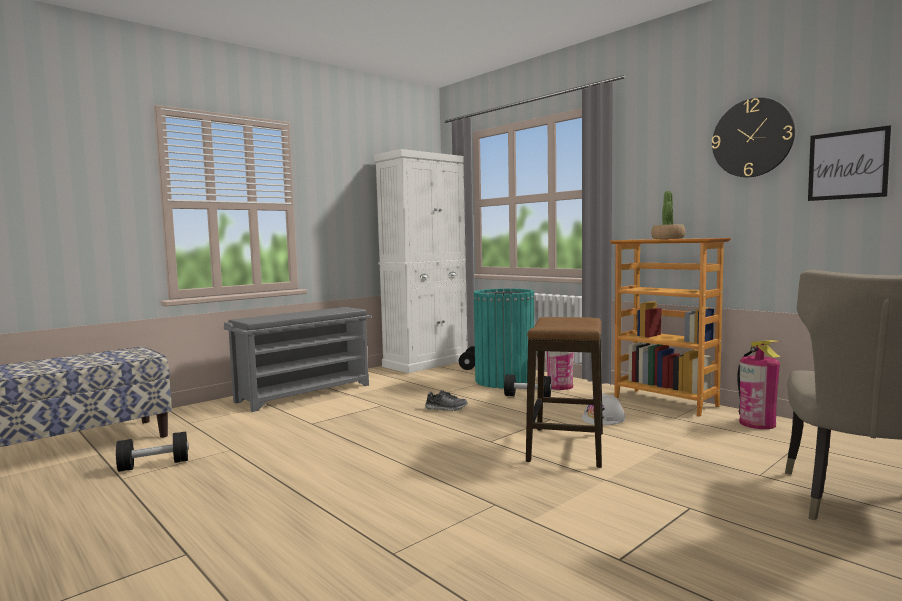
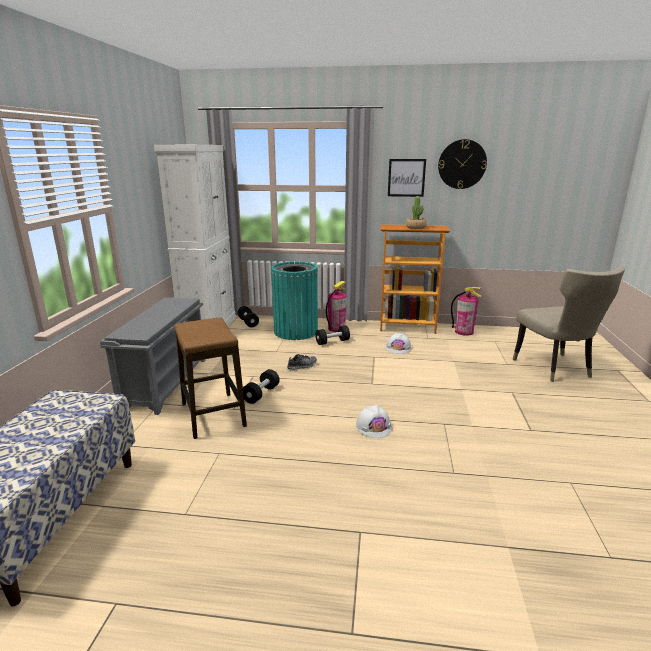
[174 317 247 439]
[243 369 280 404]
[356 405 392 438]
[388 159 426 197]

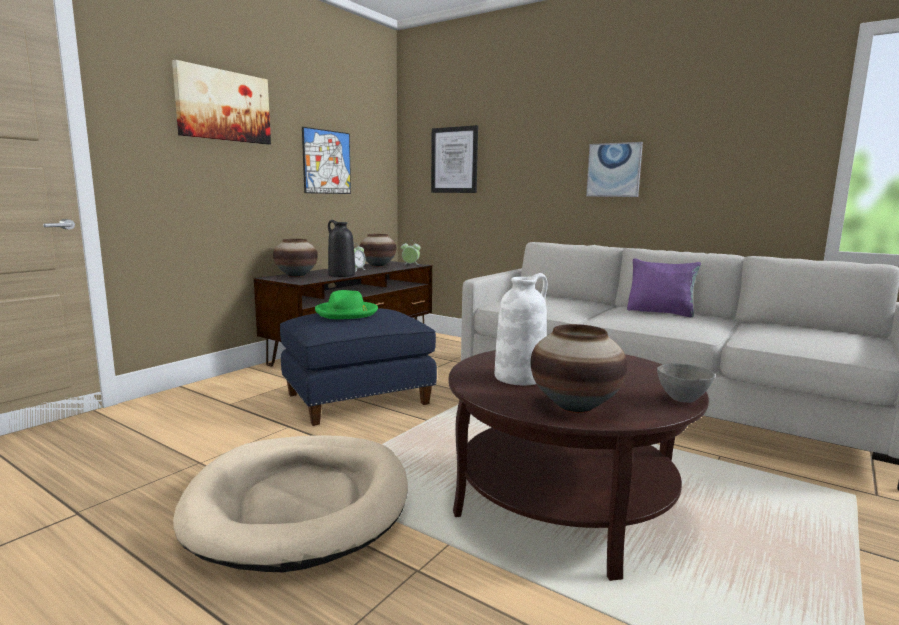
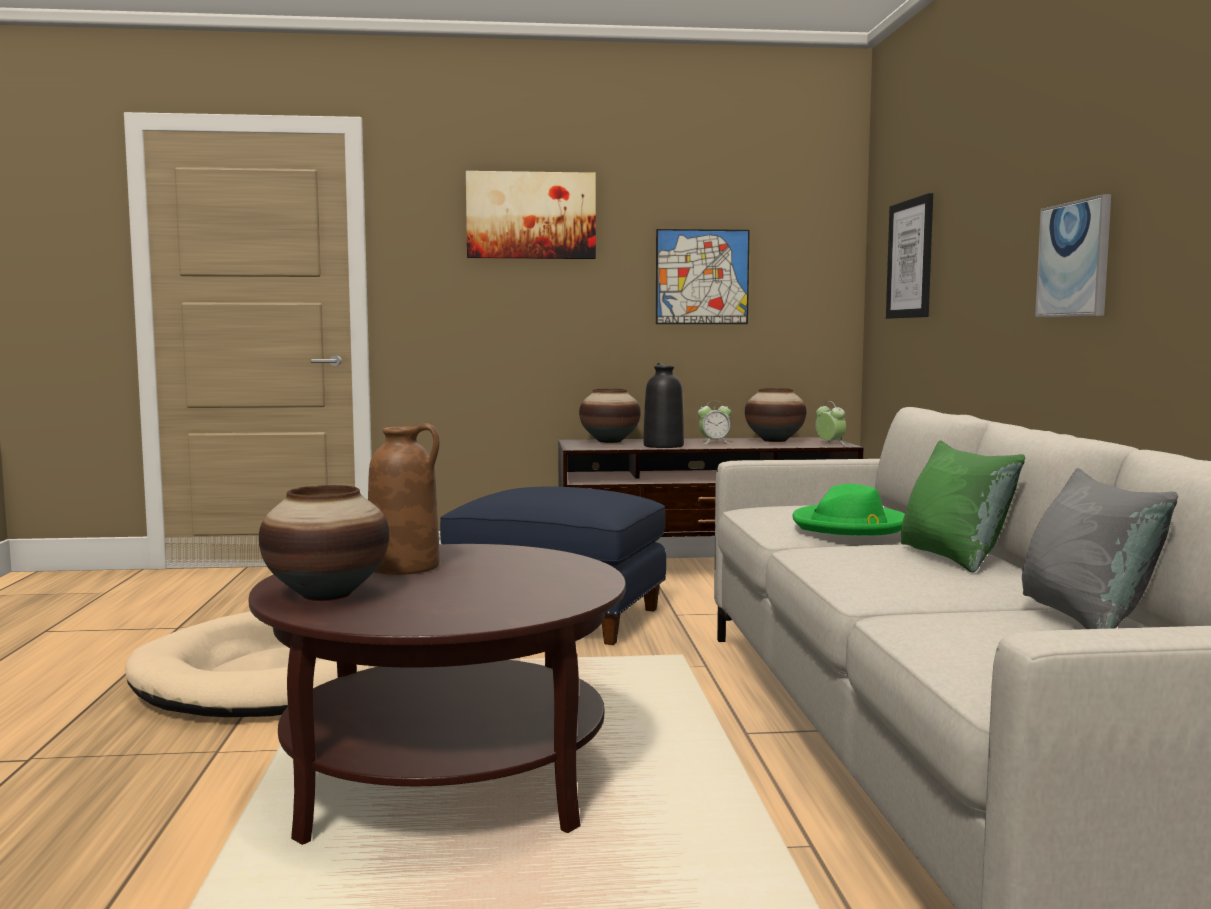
[368 423 440 575]
[792 484 905 536]
[901 441 1025 573]
[1022 468 1178 629]
[657 364 715 403] (first image)

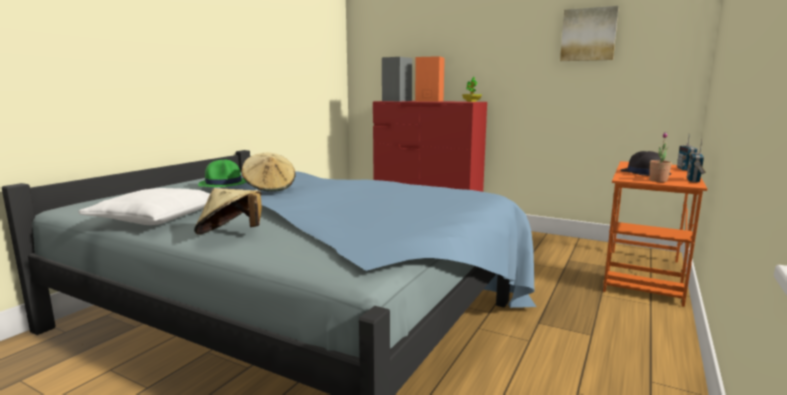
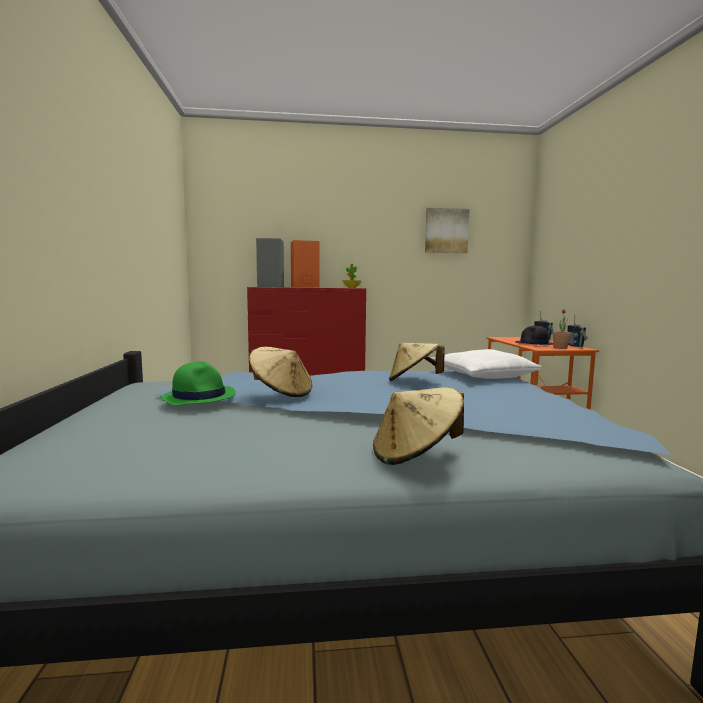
[389 343 445 381]
[431 349 542 379]

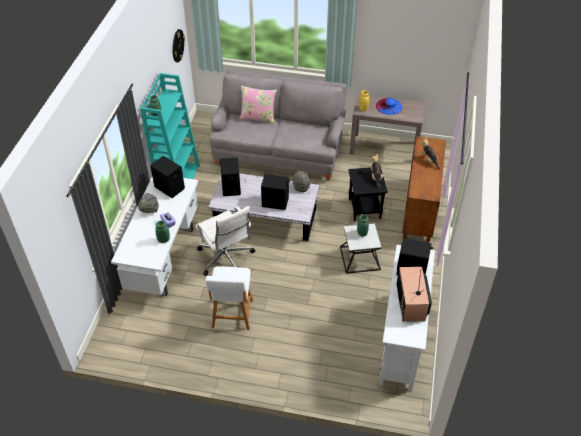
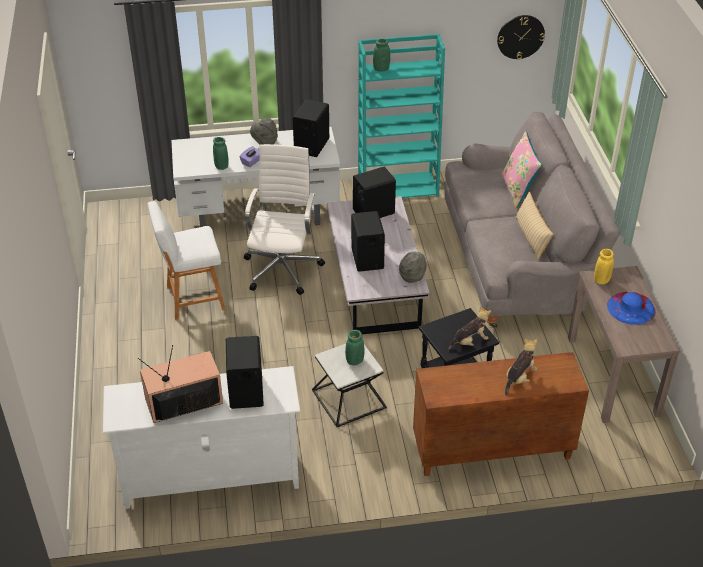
[244 144 325 295]
[515 192 553 260]

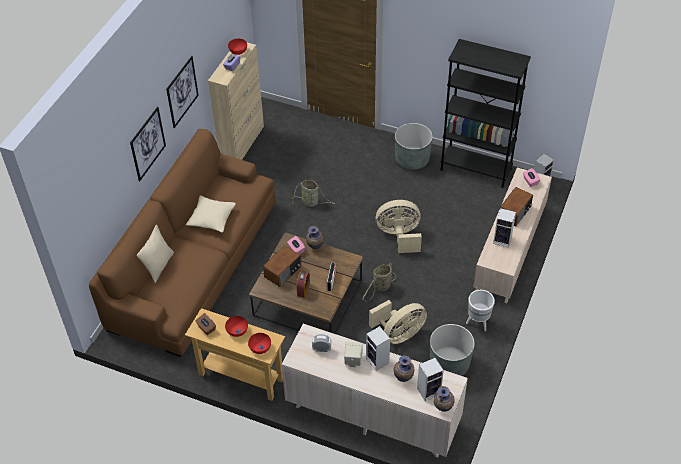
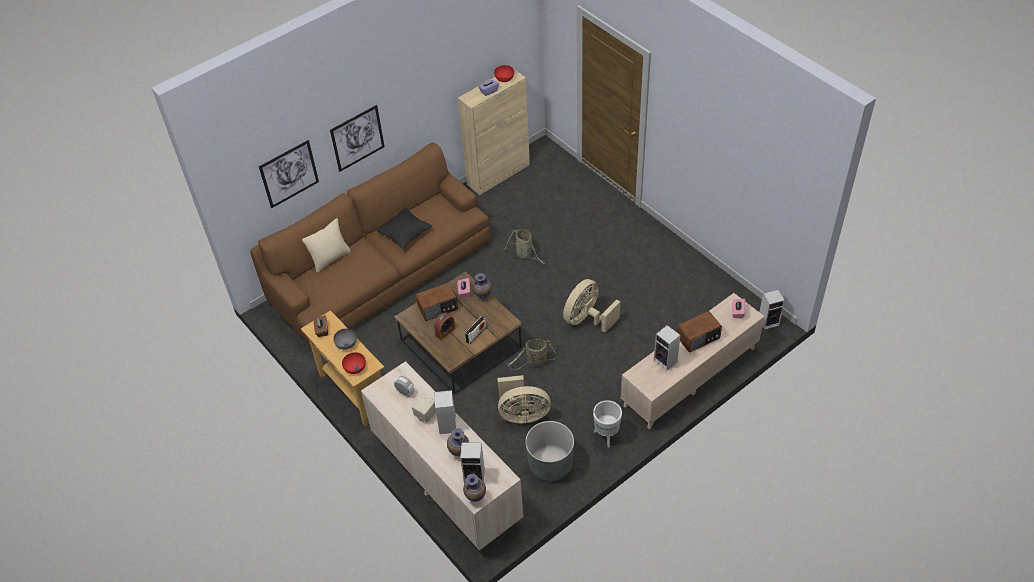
[259 140 319 208]
[333 329 357 350]
[375 207 432 249]
[563 279 620 333]
[395 123 433 170] (first image)
[440 39 531 188] (first image)

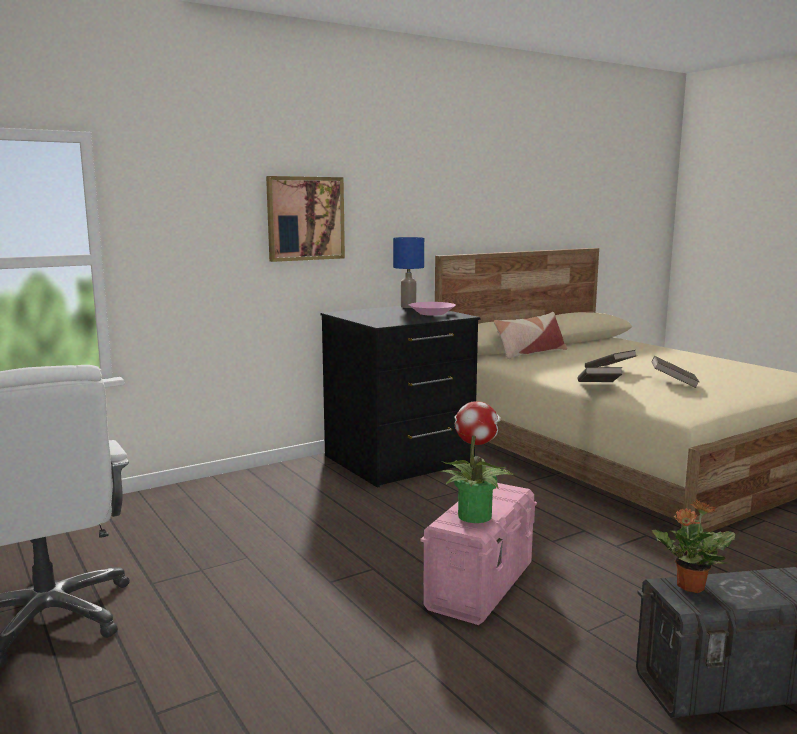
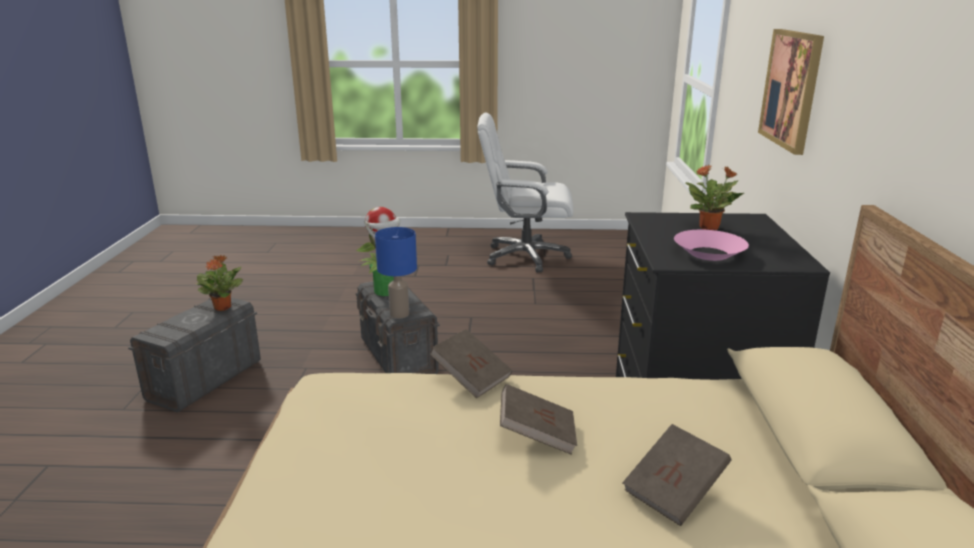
[356 281 440 374]
[375 227 417 319]
[622 424 732 526]
[686 165 744 230]
[494 312 567 359] (first image)

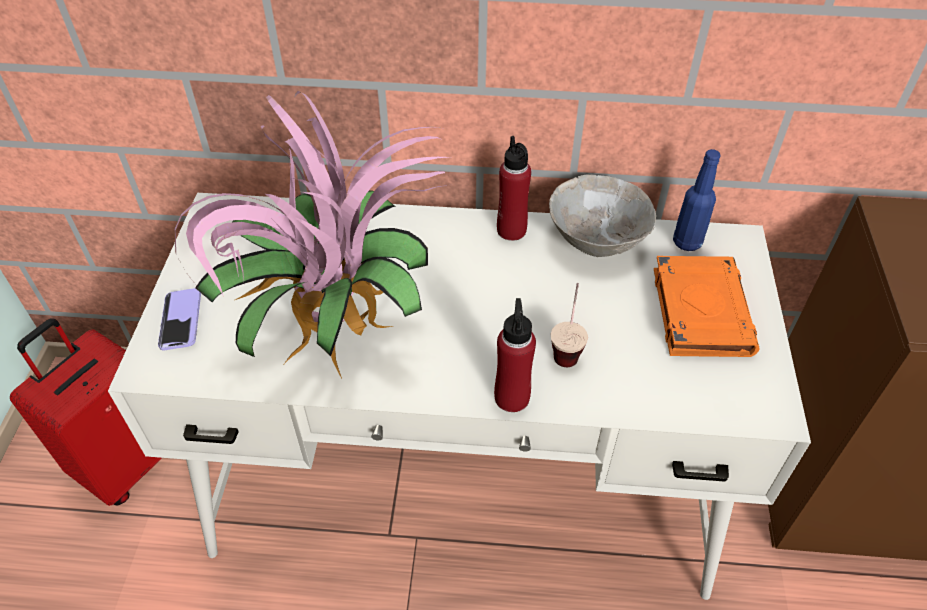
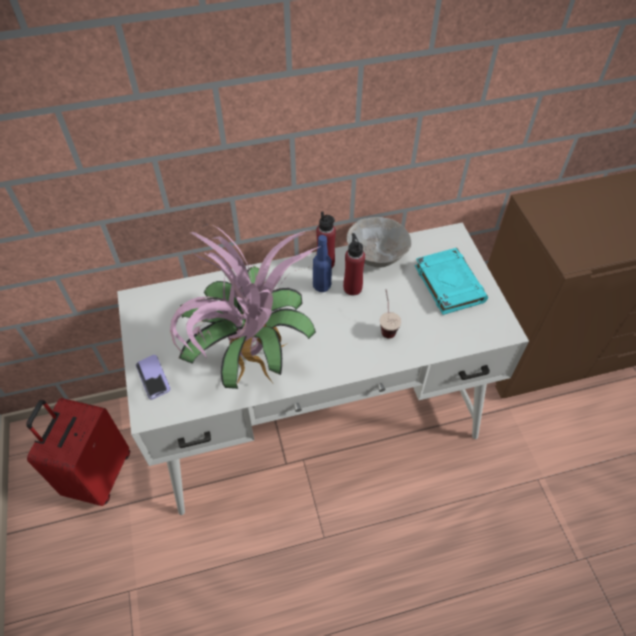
[313 235 332 292]
[343 233 365 295]
[415 248 488 315]

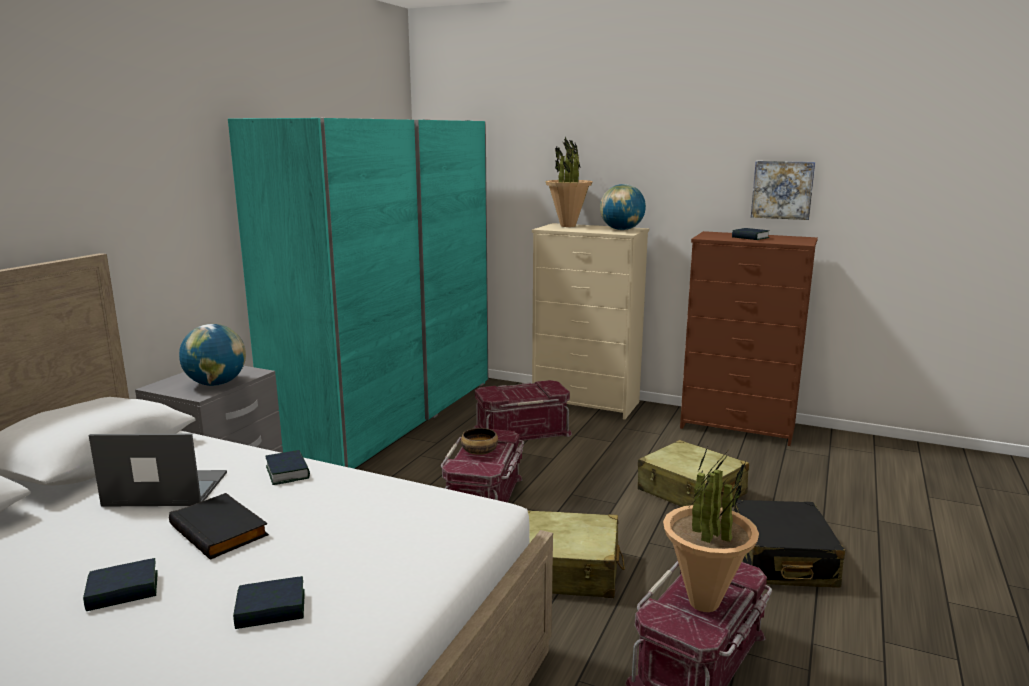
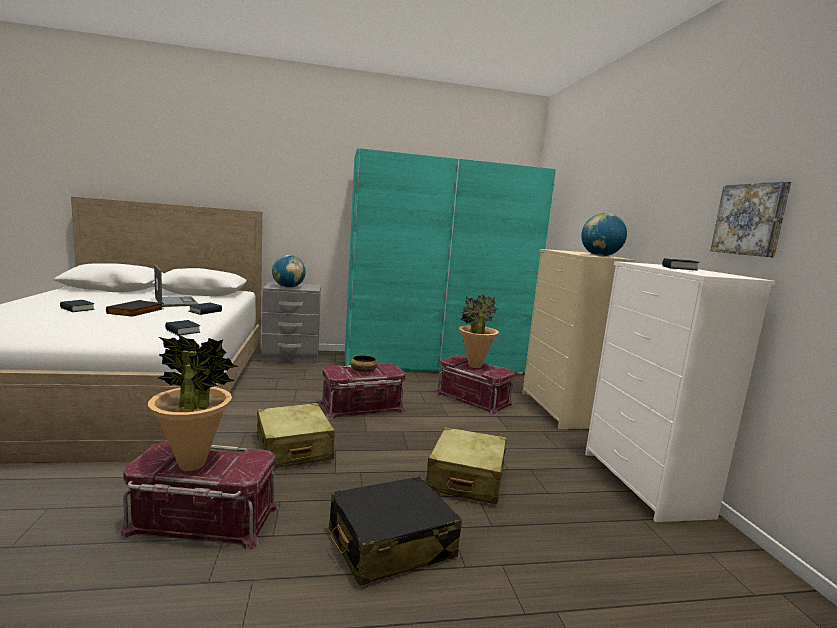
[165 320 200 335]
[459 294 499 368]
[585 261 776 522]

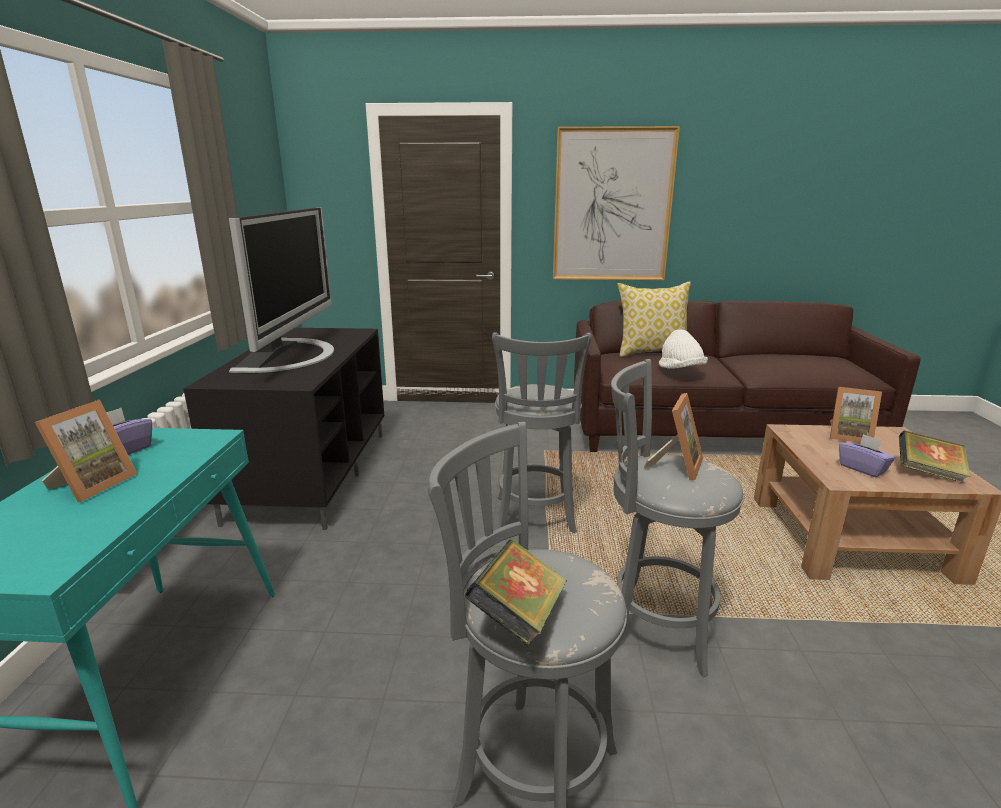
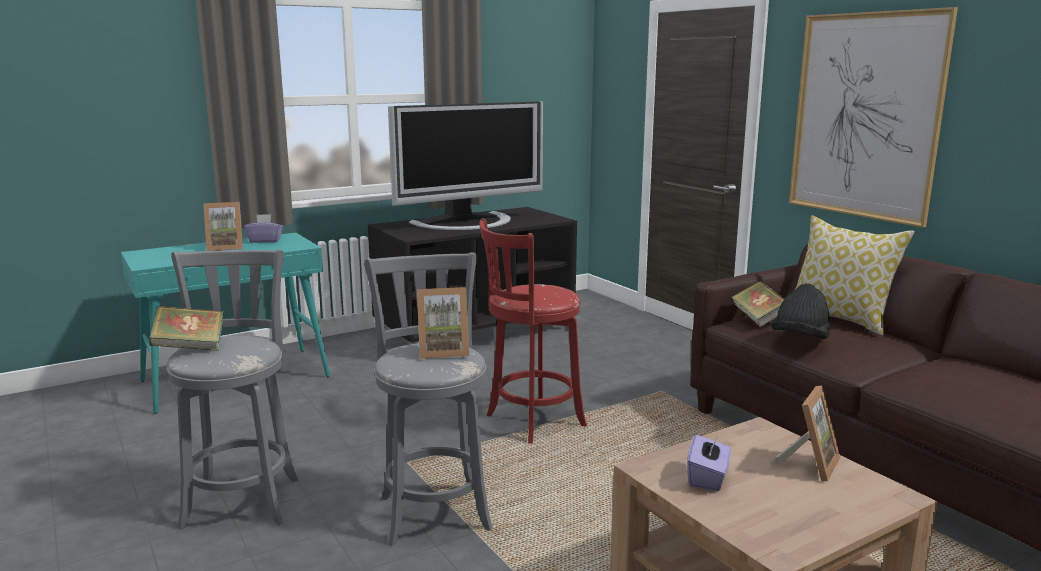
[479 218 587 444]
[731 281 784 327]
[771 284 830 339]
[772 386 840 481]

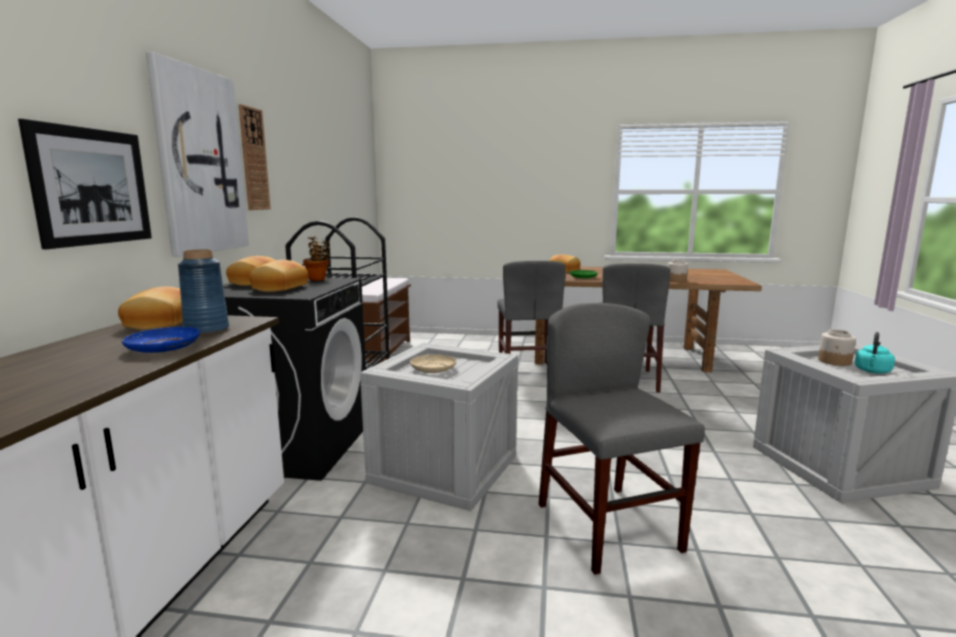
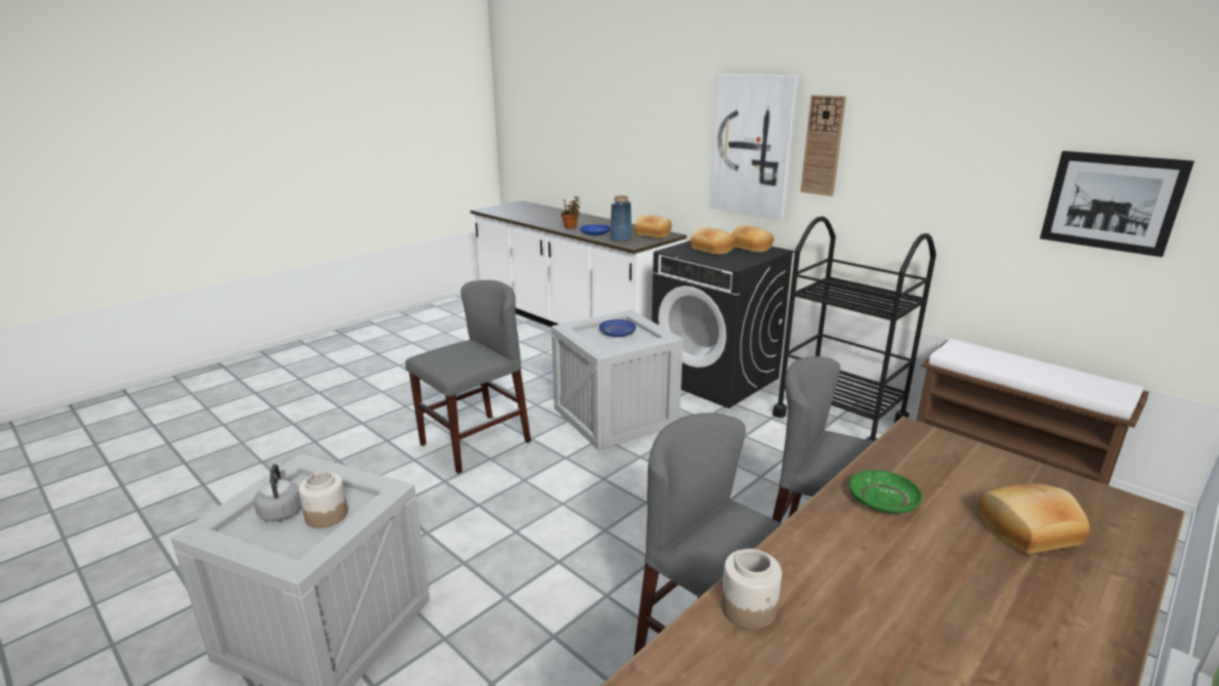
[254 464 301 521]
[405 280 531 474]
[561 196 580 229]
[599 319 636 337]
[1040 151 1194 257]

